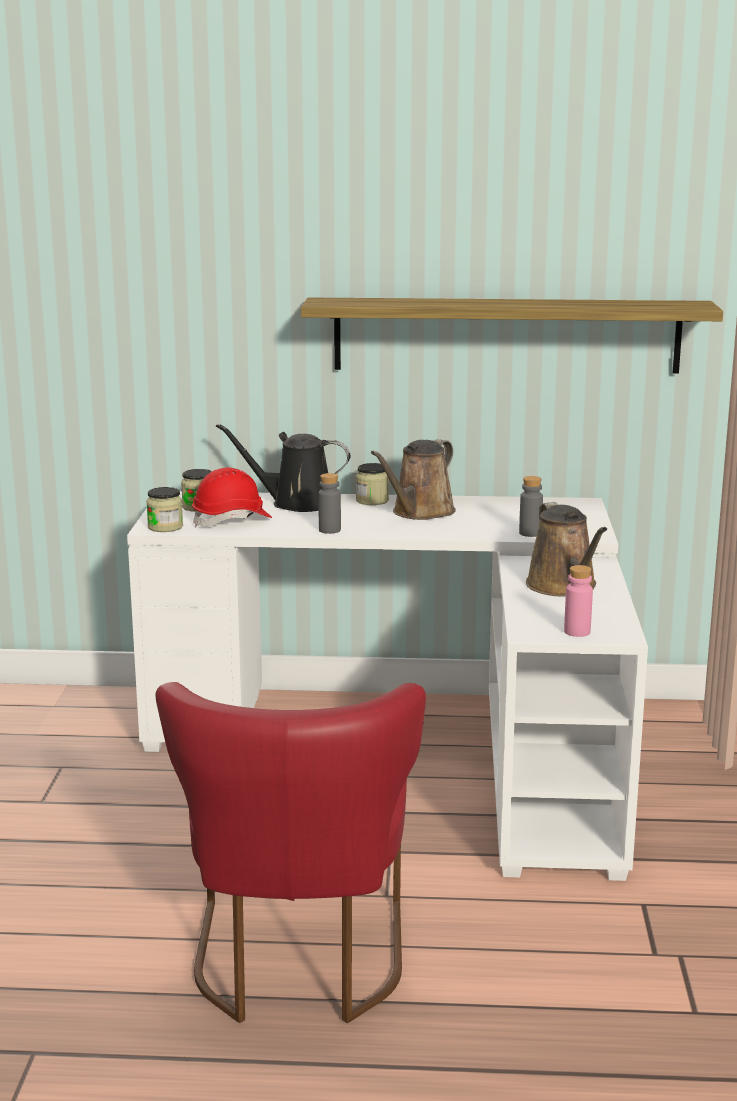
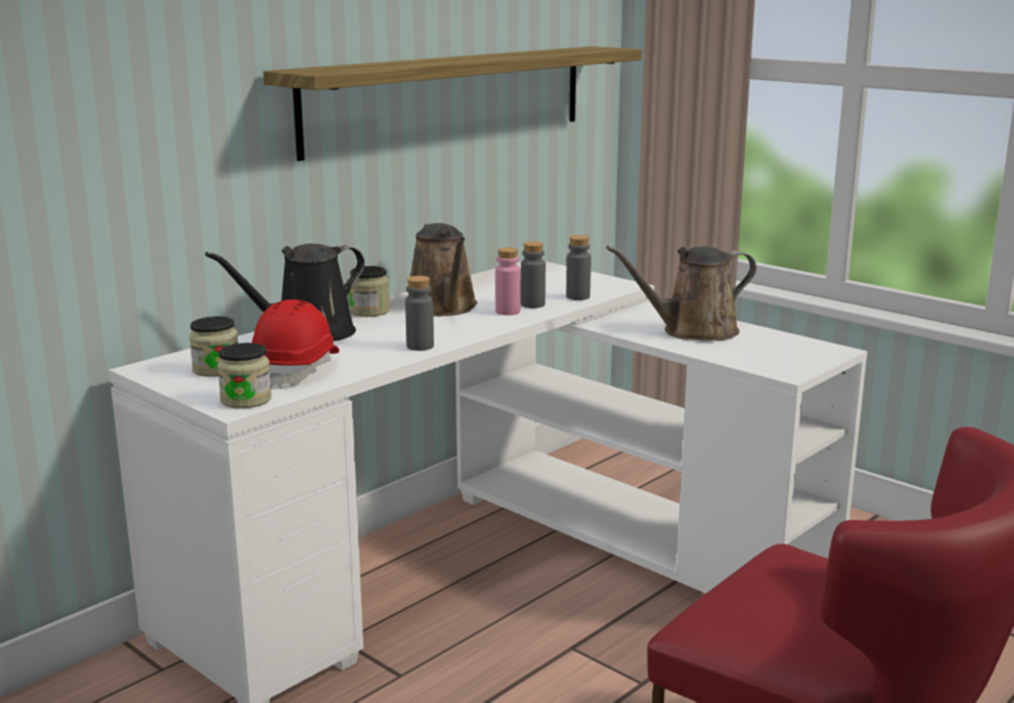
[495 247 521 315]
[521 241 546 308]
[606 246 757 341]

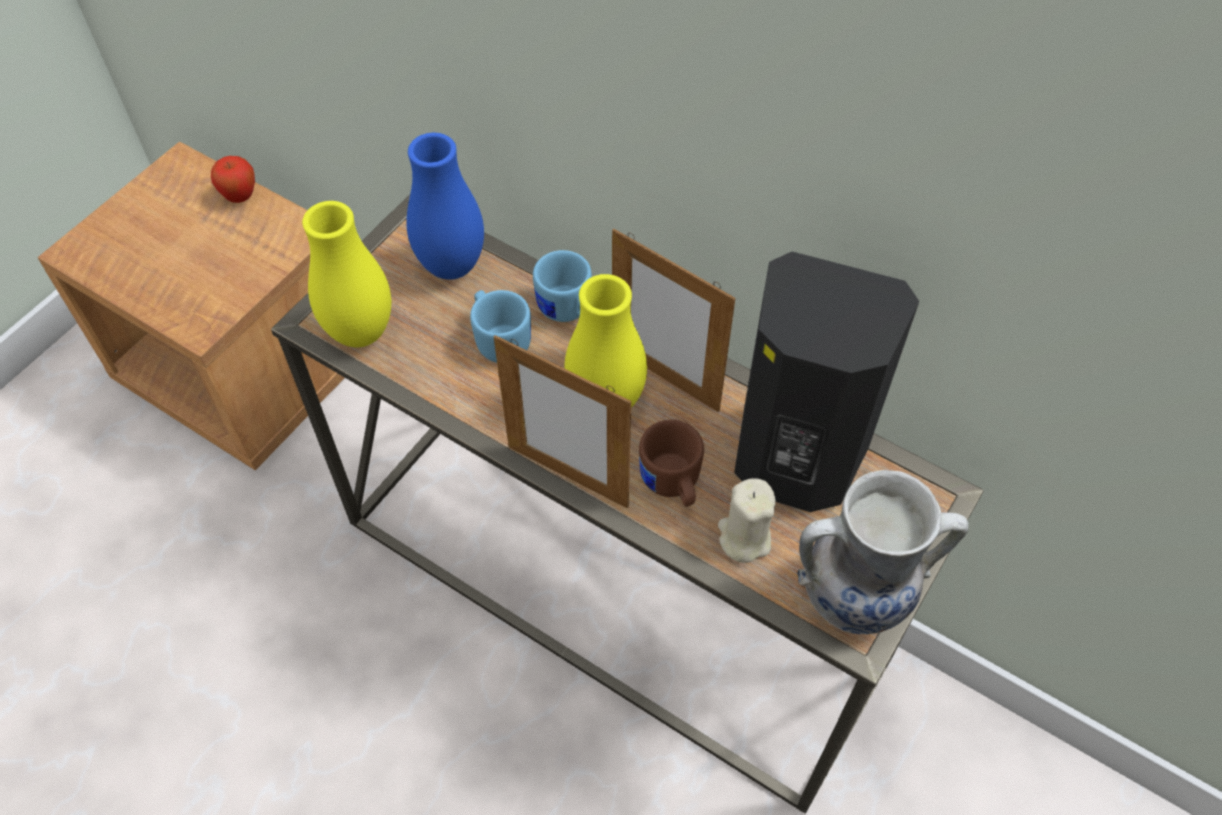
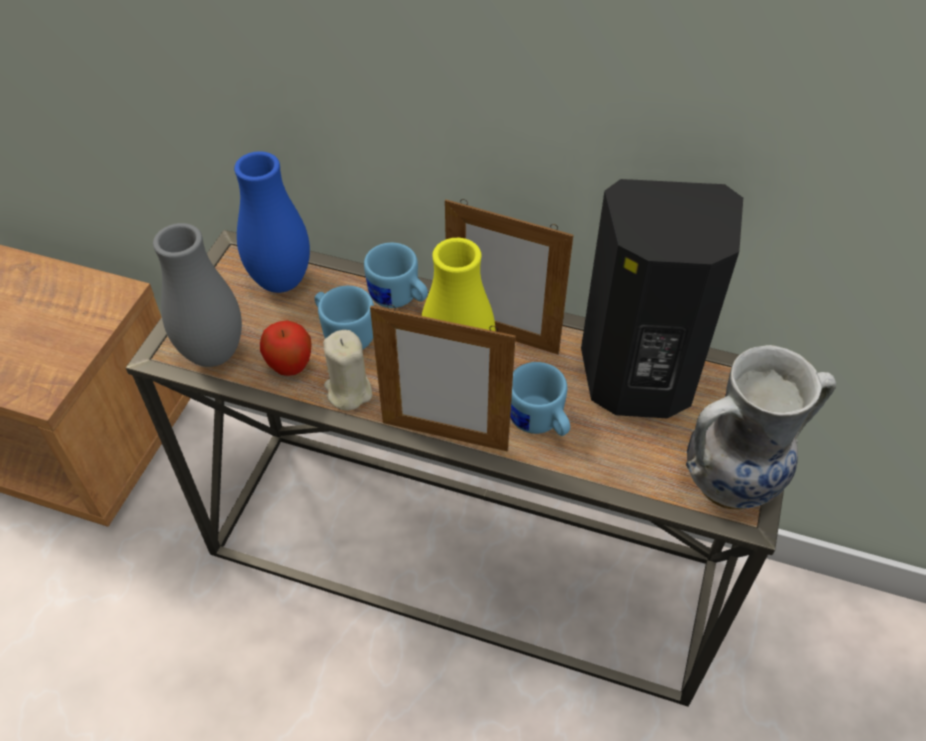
[153 223 242 367]
[260 320 312 376]
[323 330 372 410]
[510 362 570 436]

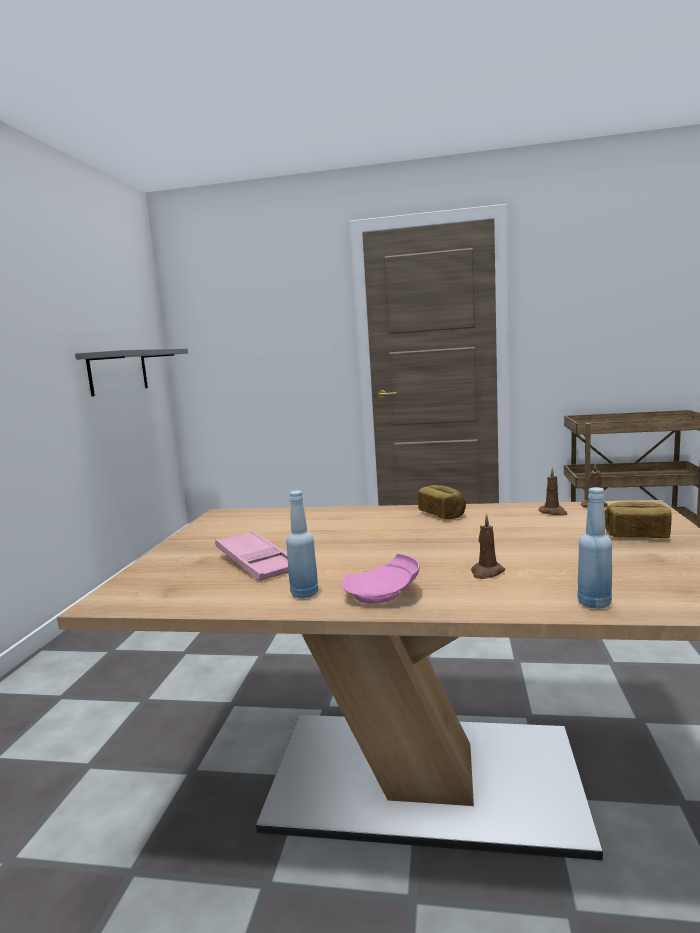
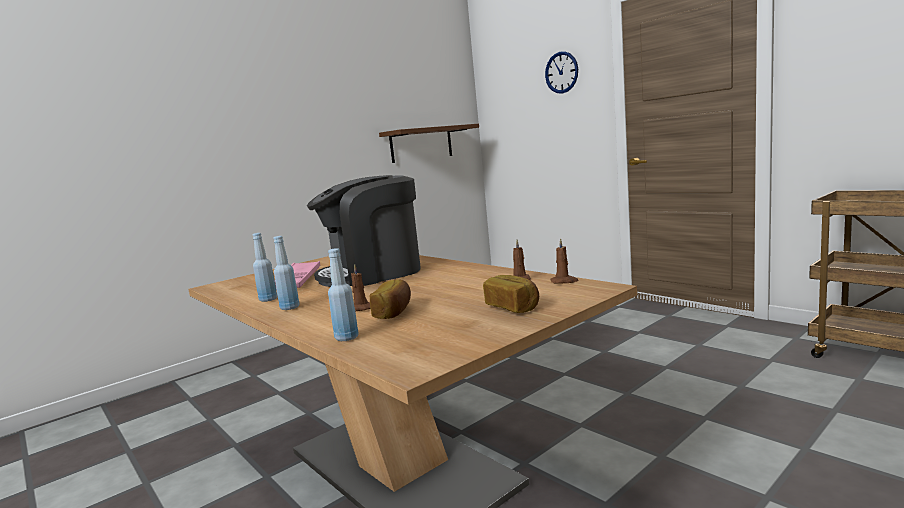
[274 236 300 310]
[307 175 421 287]
[370 279 411 319]
[379 124 479 163]
[545 51 578 93]

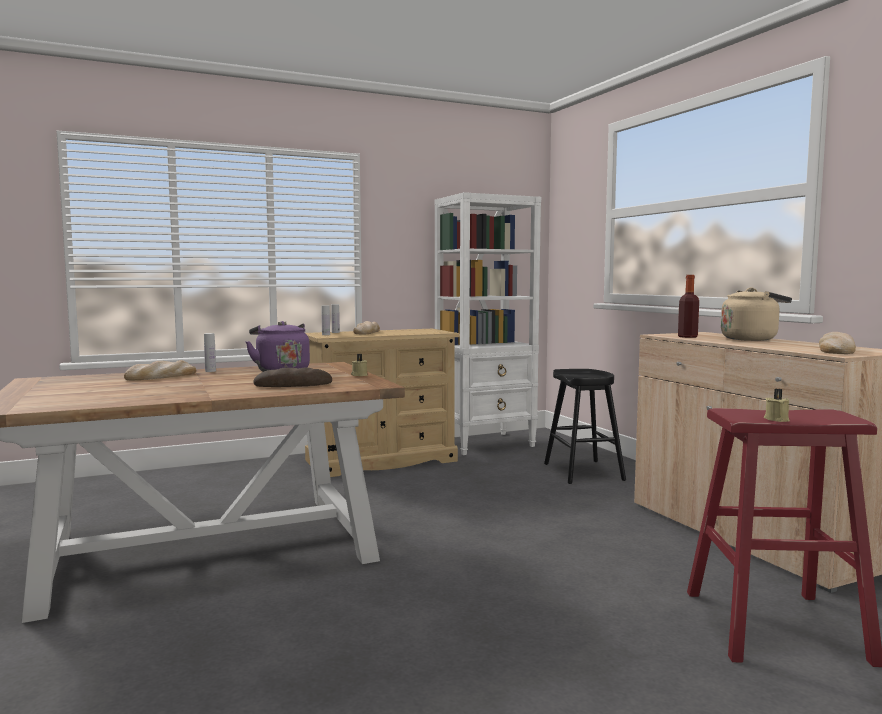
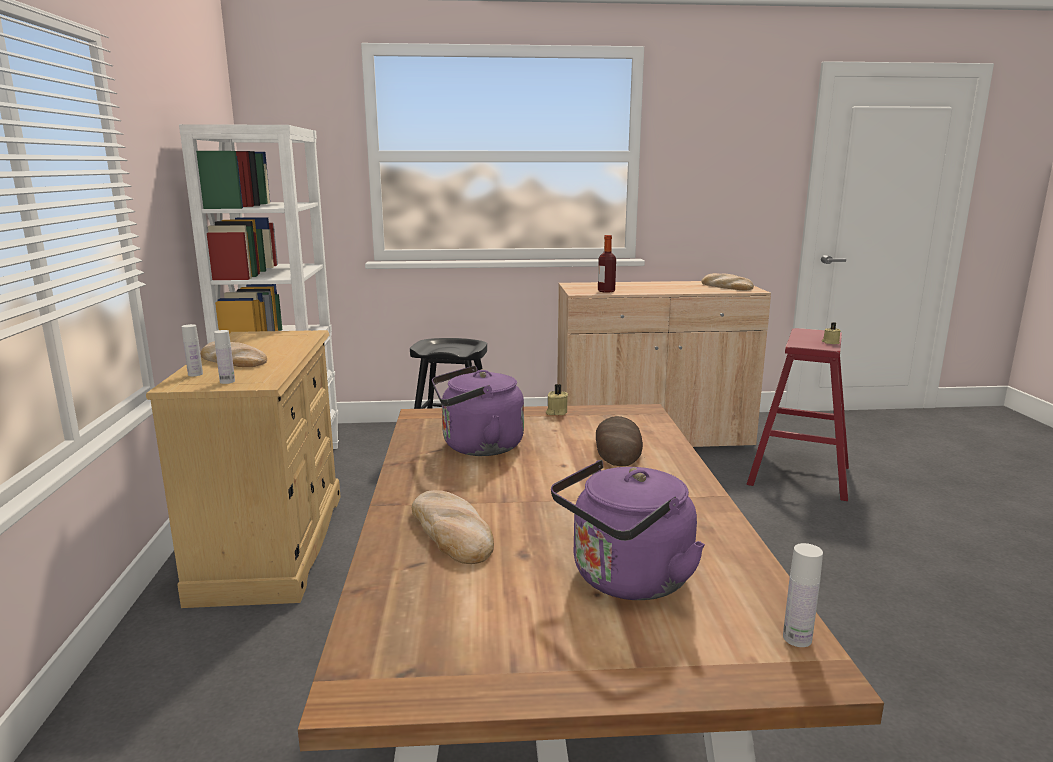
[551 460 705 600]
[783 543 823 647]
[721 288 792 341] (first image)

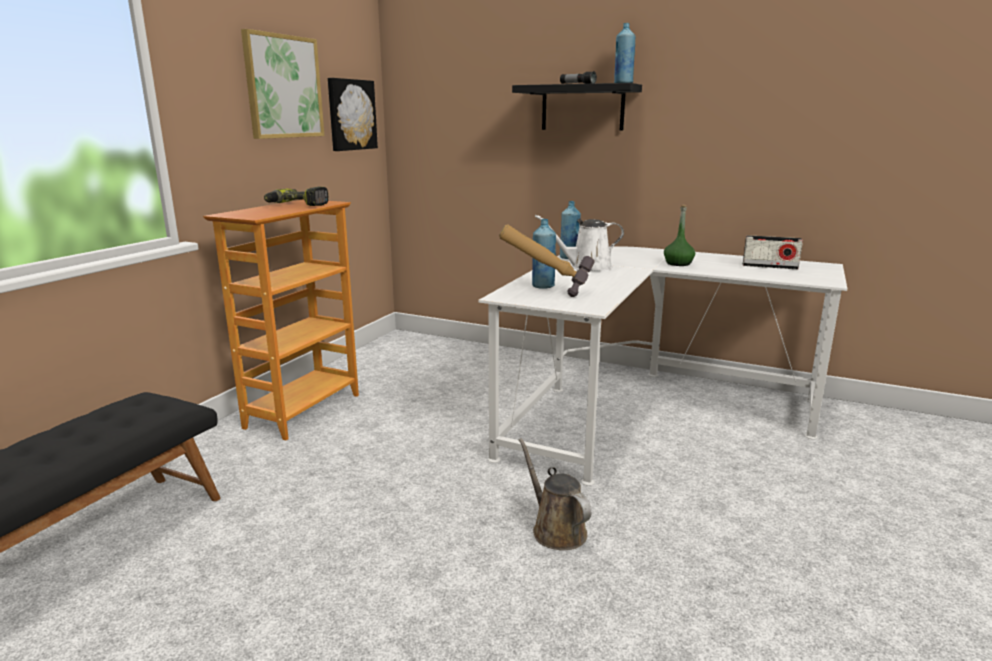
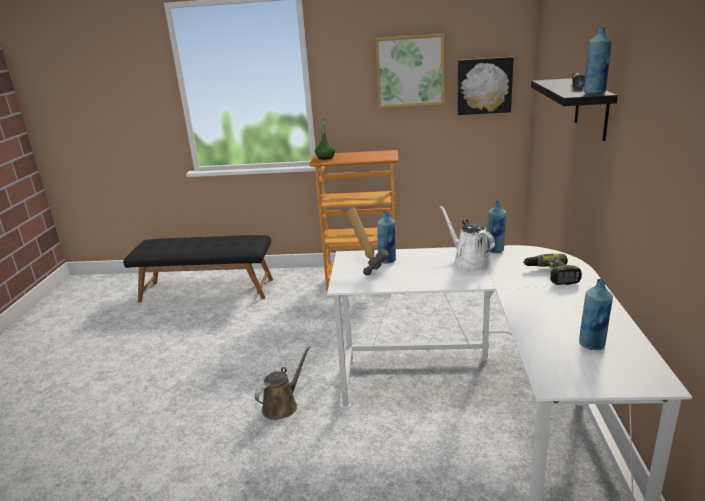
[315 118 335 160]
[523 253 582 285]
[579 279 613 350]

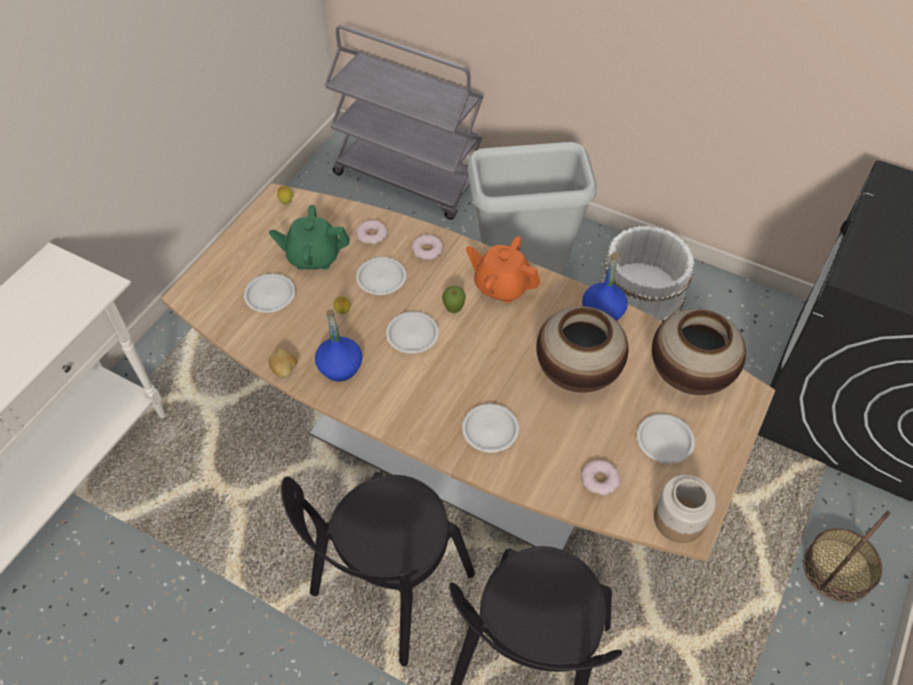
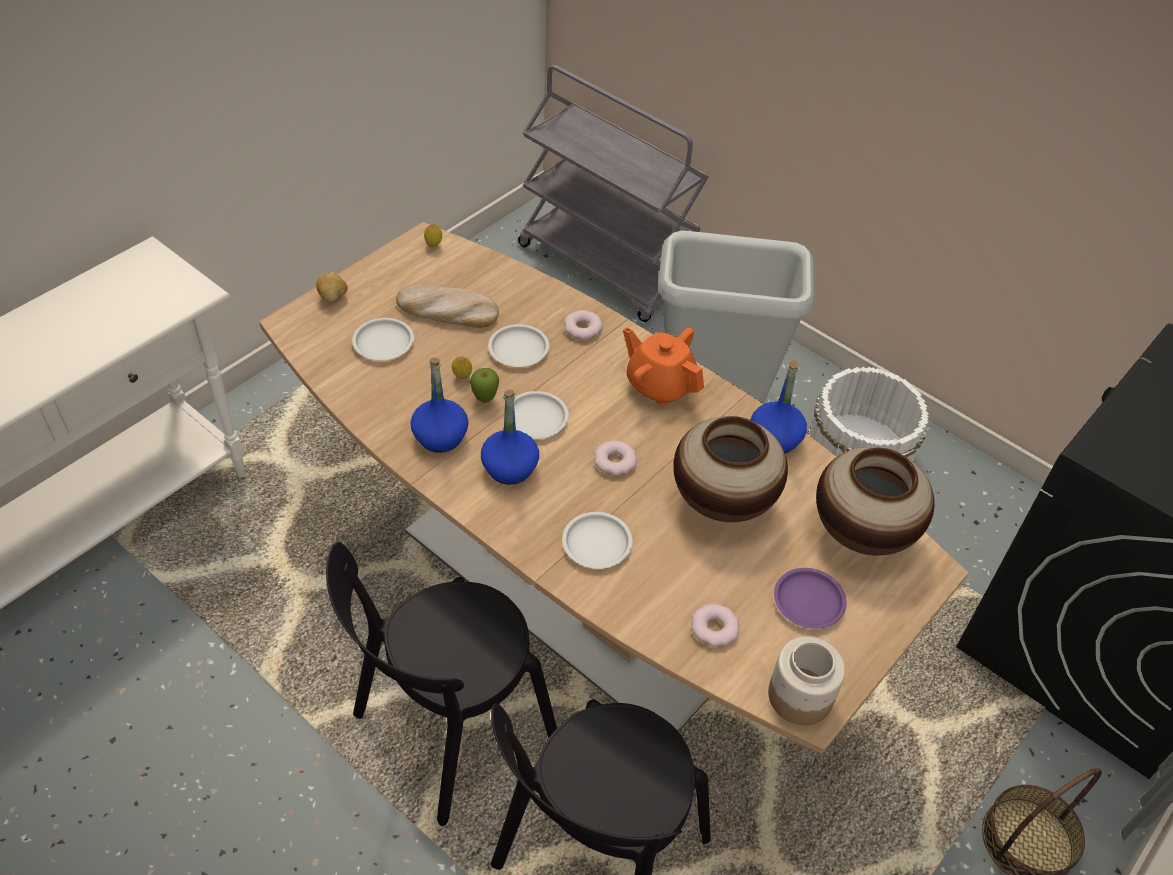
[316 272 348 302]
[396 283 499 328]
[470 368 499 403]
[481 389 539 485]
[594 440 637 476]
[774 568 847 629]

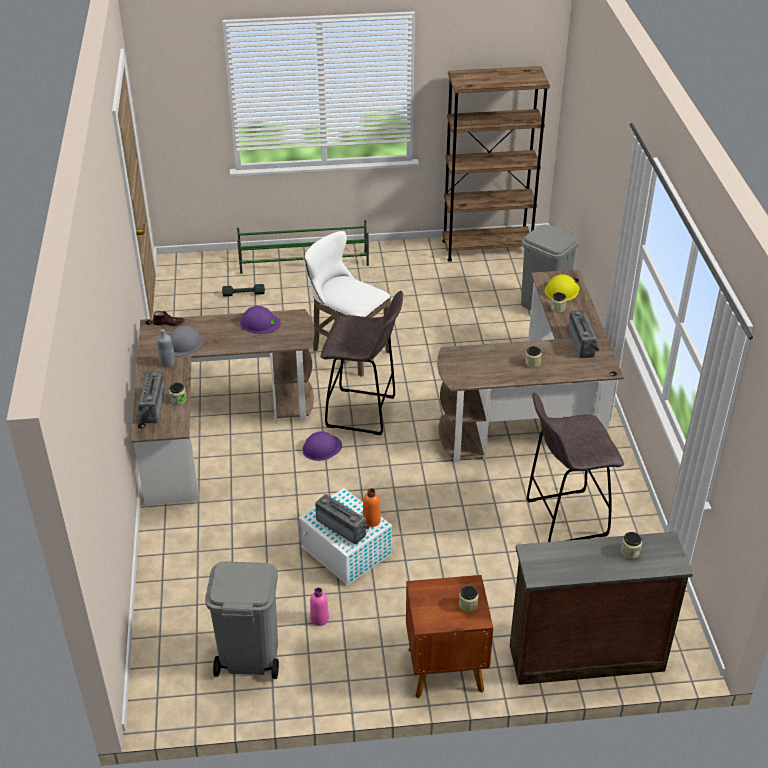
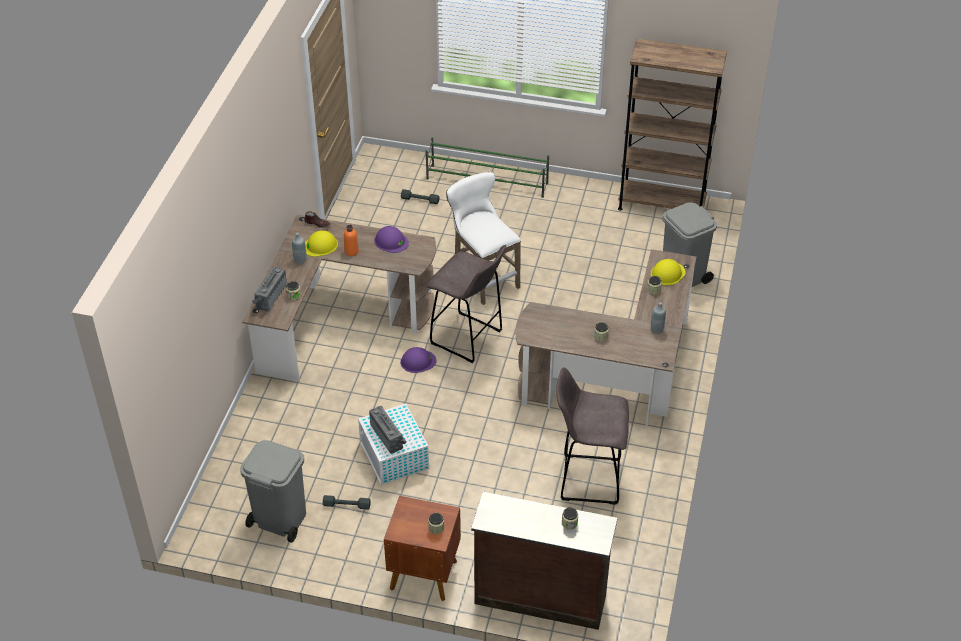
[305 230 338 257]
[323 495 371 509]
[344 225 359 256]
[651 302 666 334]

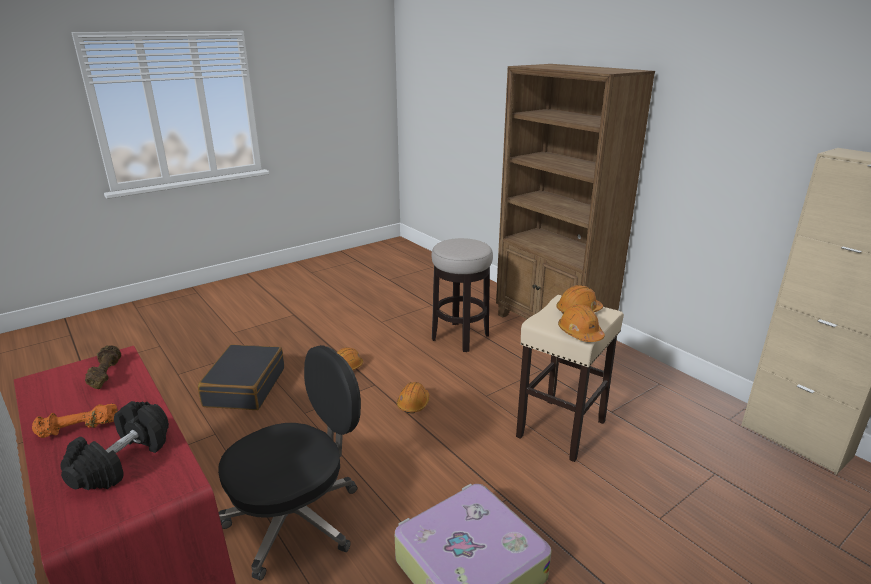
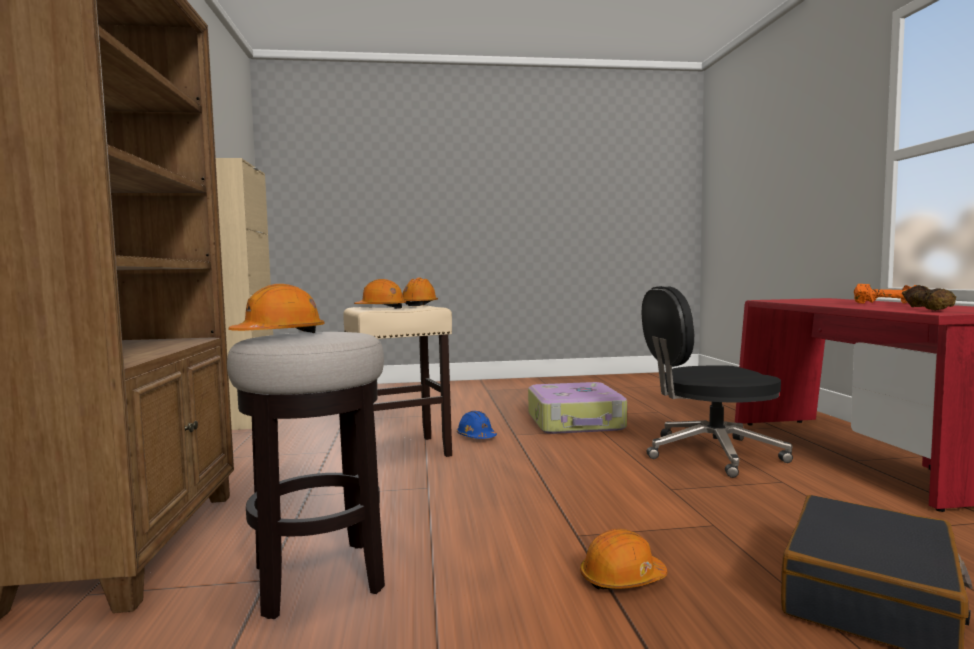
[228 284 325 333]
[457 411 497 439]
[61 401 169 490] (first image)

